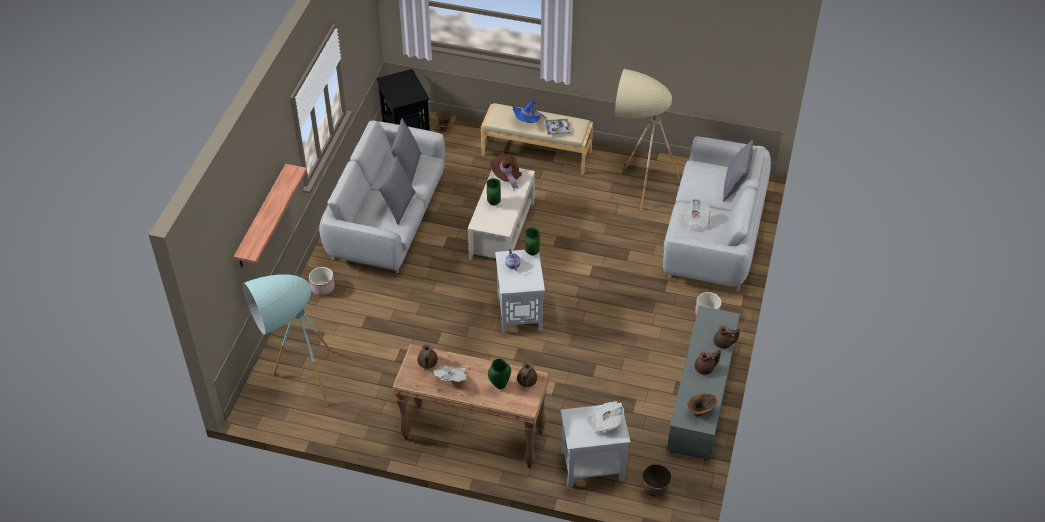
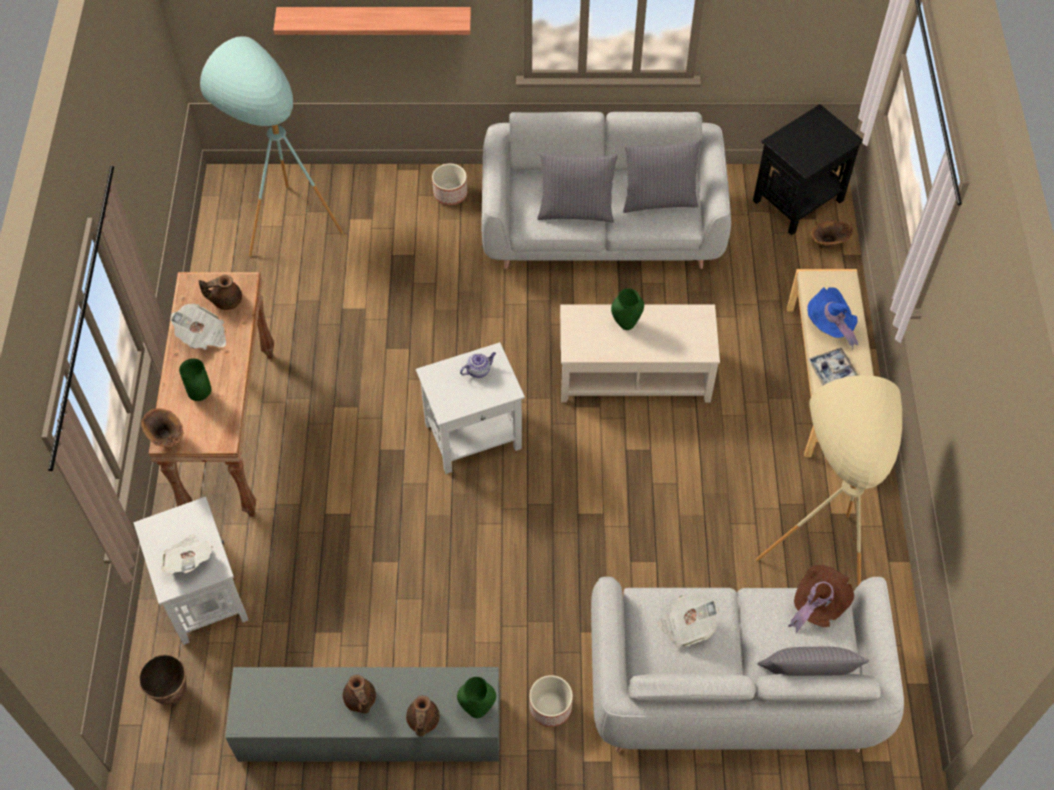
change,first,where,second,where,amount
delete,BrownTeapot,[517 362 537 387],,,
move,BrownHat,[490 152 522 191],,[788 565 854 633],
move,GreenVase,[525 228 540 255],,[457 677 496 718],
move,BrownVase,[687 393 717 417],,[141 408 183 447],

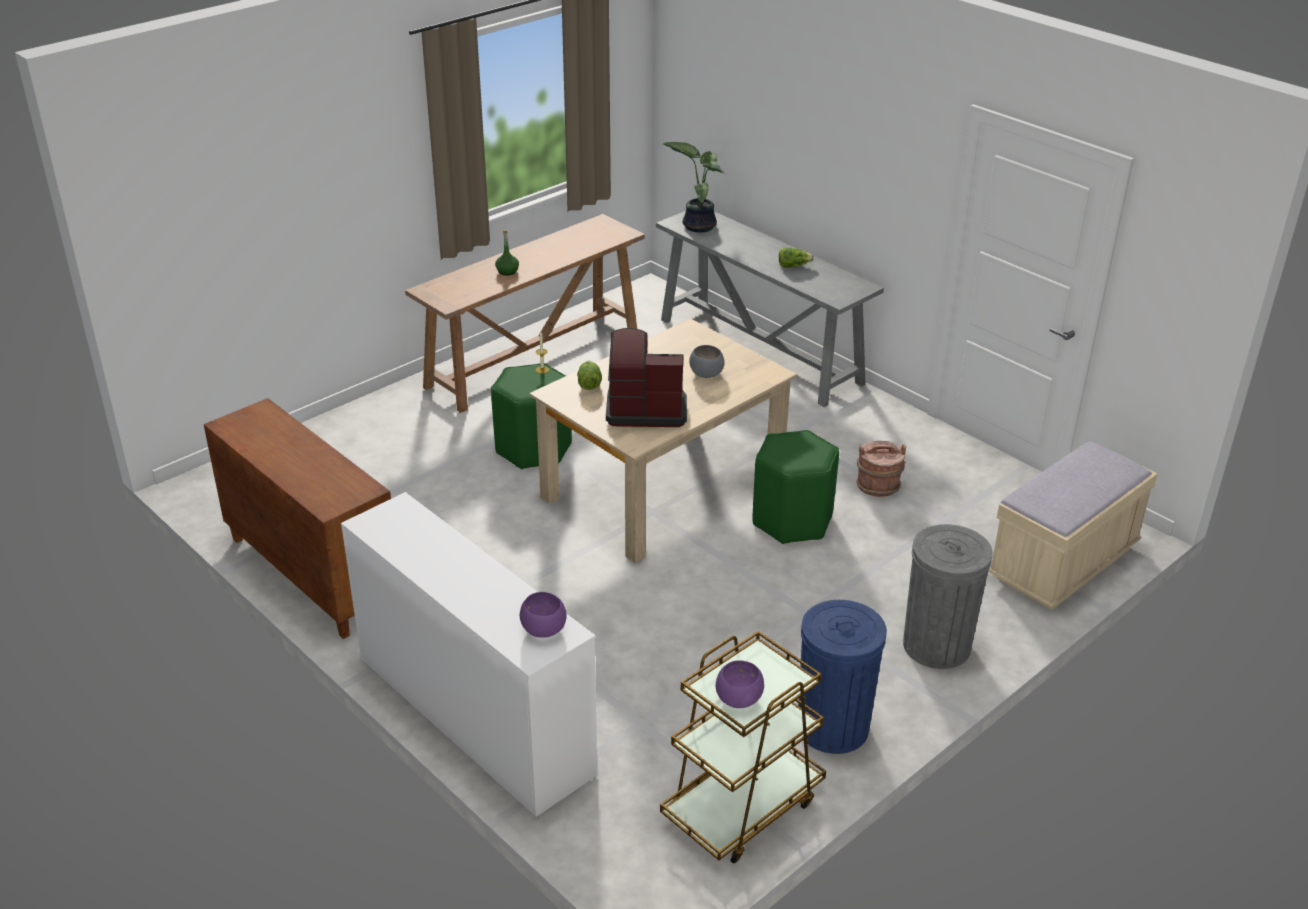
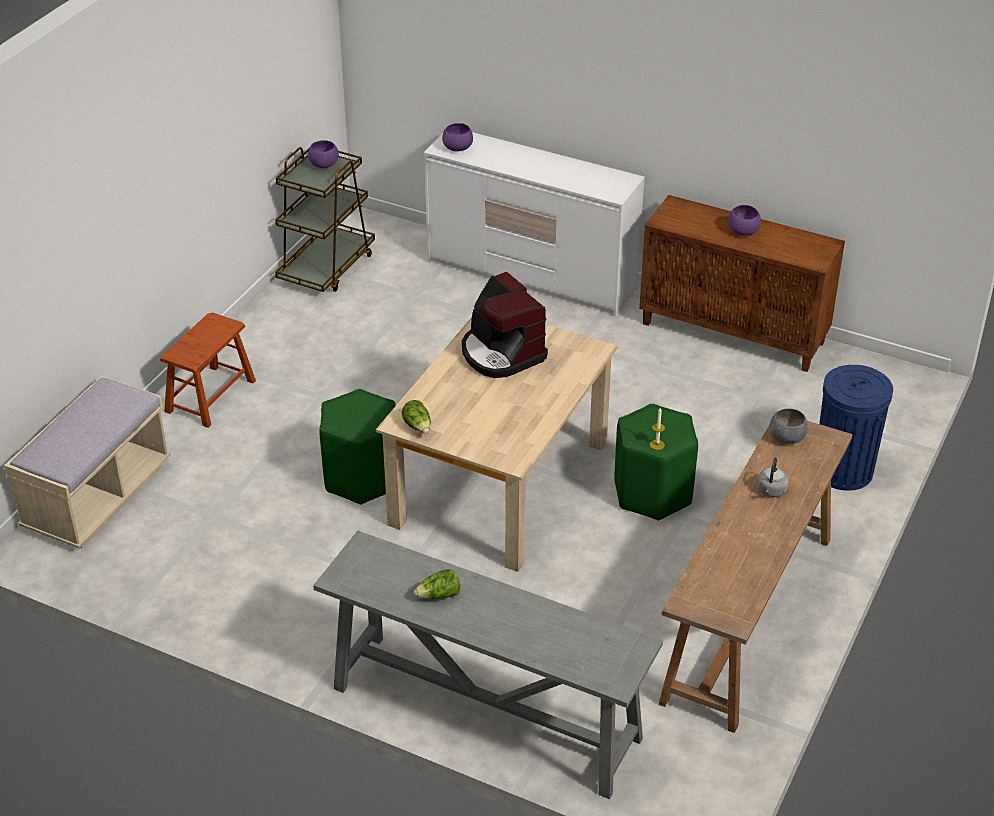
change,first,where,second,where,amount
delete,PottedPlant,[663 142 725 233],,,
delete,BrownBucket,[856 441 906 497],,,
insert,,,PurpleBowl,[729 205 761 236],
move,Lettuce,[577 361 602 390],,[402 400 431 434],
move,GreyBowl,[689 345 725 378],,[770 408 808 444],
move,BlueTrashCan,[798 600 887 754],,[819 365 893 491],
replace,GreenBottle,[495 230 519 276],GreyKettle,[757 458 789 497],
replace,GreyTrashCan,[903 524 993 669],BrownStool,[160 313 256 428],
rotate,CoffeeMachine,[606 328 687 427],,[462 272 548 378],75 degrees clockwise

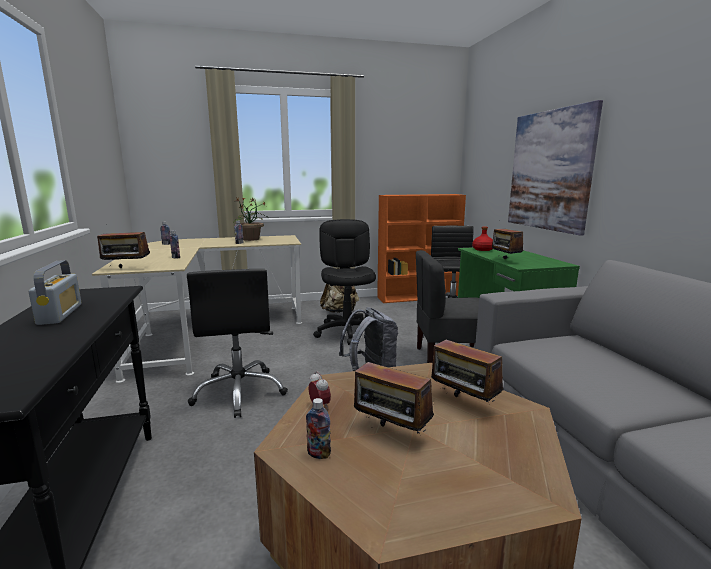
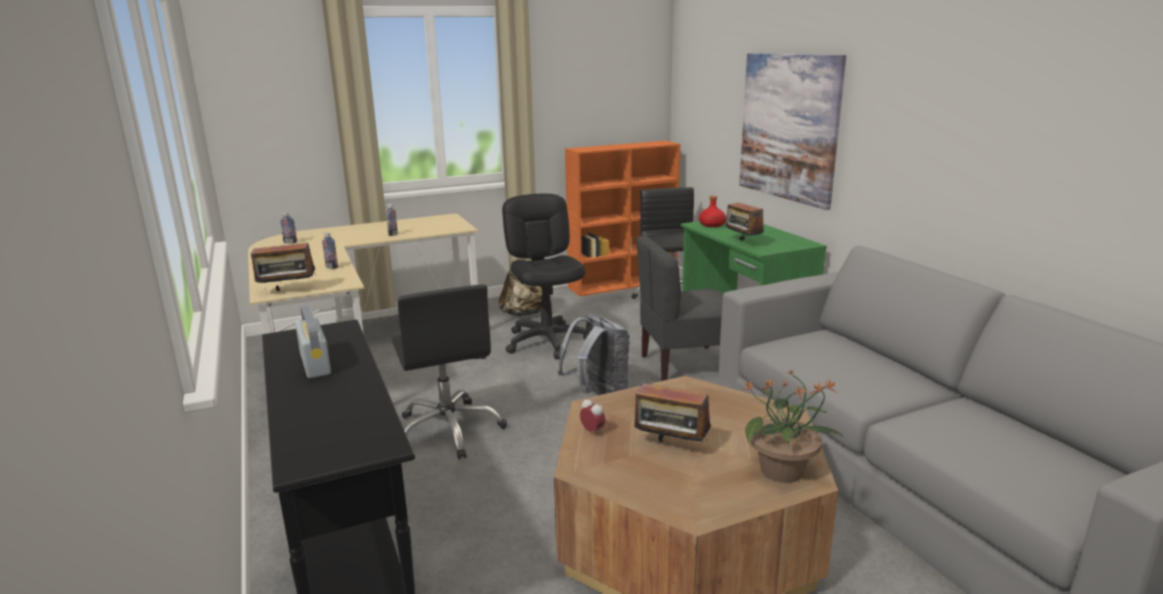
change,first,where,second,where,amount
delete,Bottle,[306 398 331 459],,,
delete,Radio,[431 332 504 402],,,
move,PottedPlant,[233 197 268 241],,[740 369 844 483],

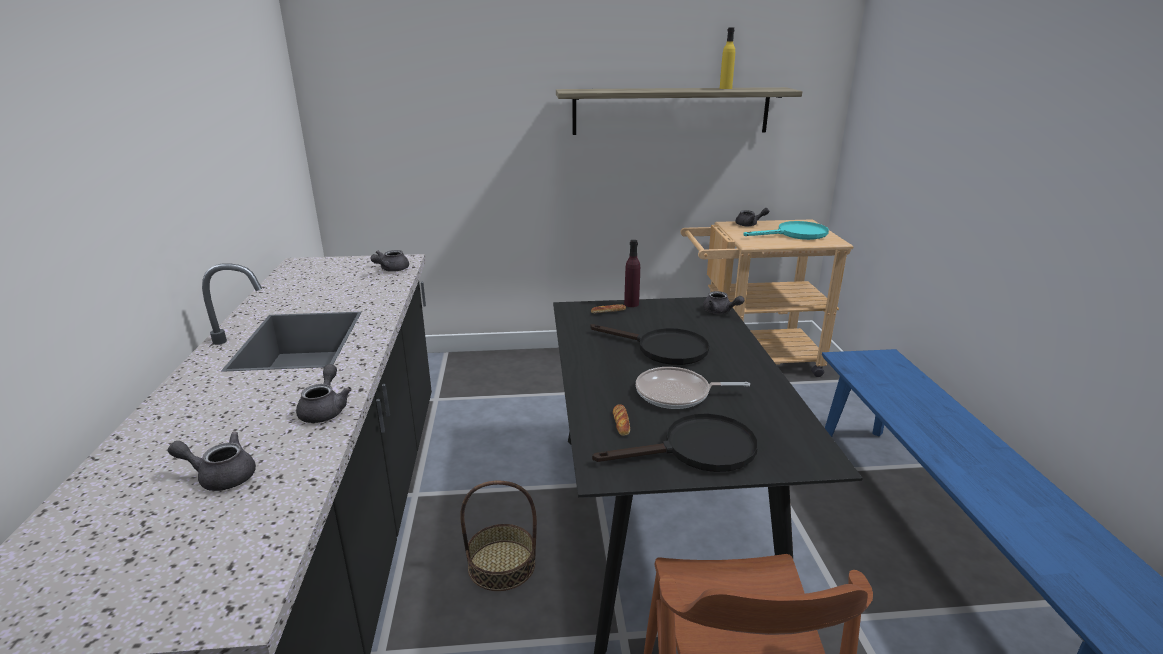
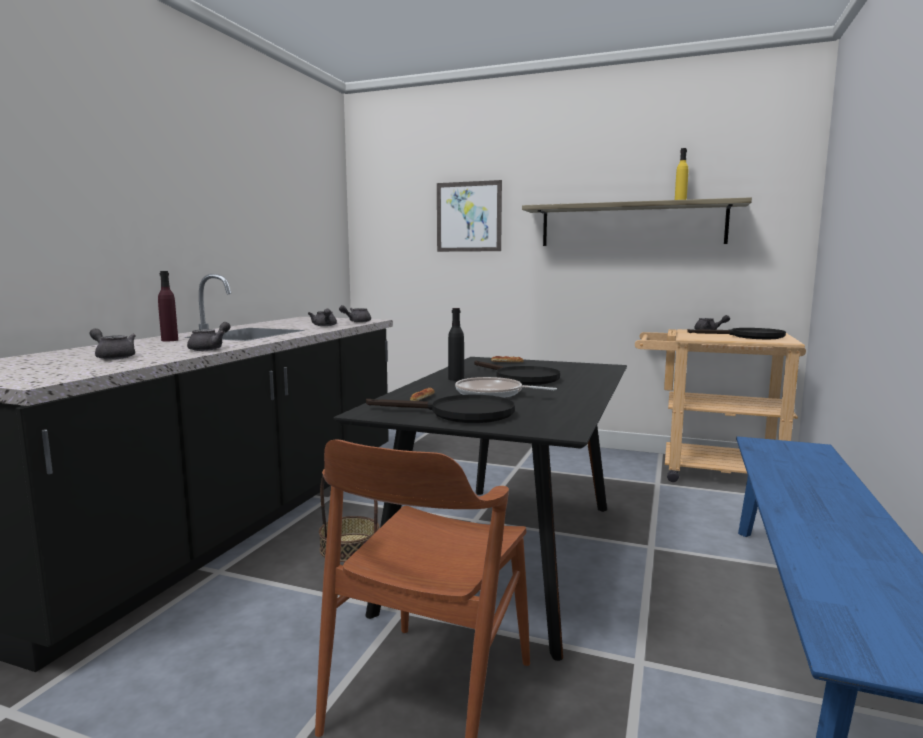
change,first,where,second,where,amount
insert,,,Picture,[437 180 502 252],
insert,,,BlackBottle,[448 308 464 381],
move,PurpleBottle,[624 240 640 307],,[158 271 178 342],
move,GreyTeapot,[703 291 744 314],,[308 309 337 326],
recolor,TurquoiseFryingPan,[743 221 829 240],BlackFryingPan,[687 328 786 339],

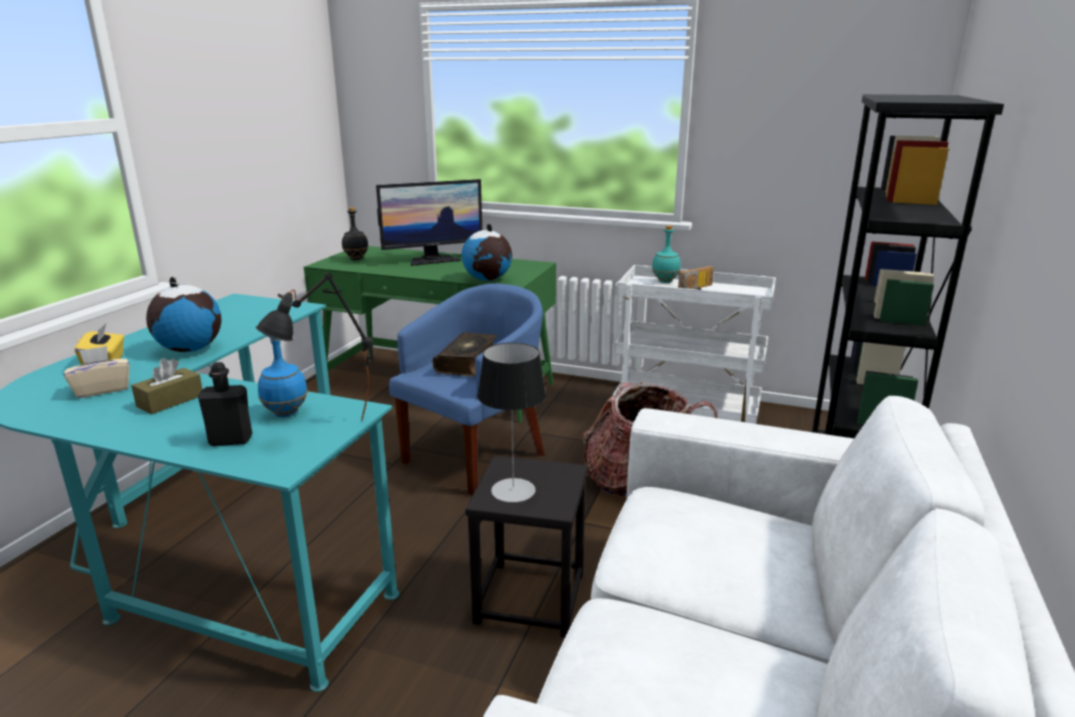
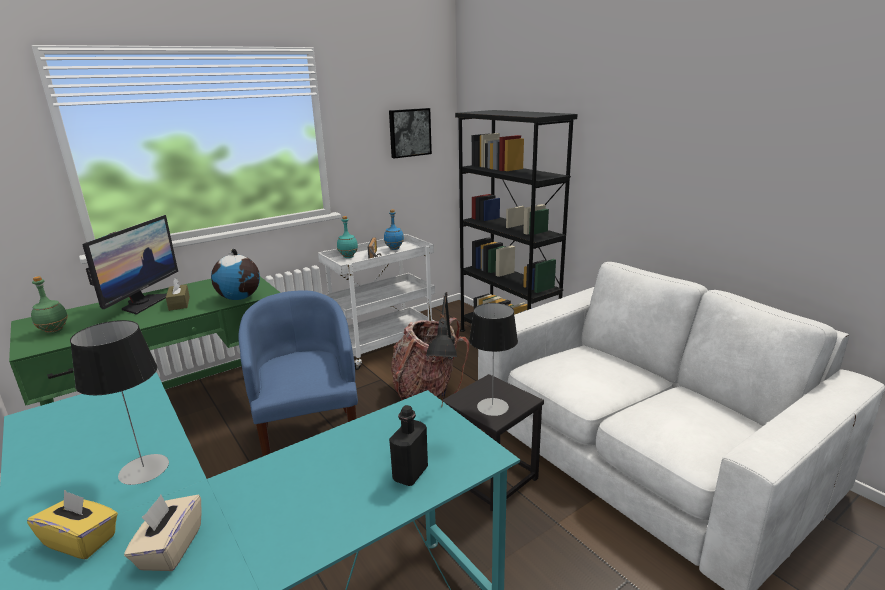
change,first,where,second,where,amount
delete,Book,[433 332 497 377],,,
insert,,,Picture,[389 108 432 159],
move,BrownTissueBox,[131 358 203 414],,[166 278 190 311],
move,BlueBottle,[258 335 308 417],,[384 209 404 250],
replace,Globe,[146 277 222 352],TableLamp,[70 320 169 485],
recolor,BlackBottle,[342 207 368 260],GreenBottle,[31 276 68 334],

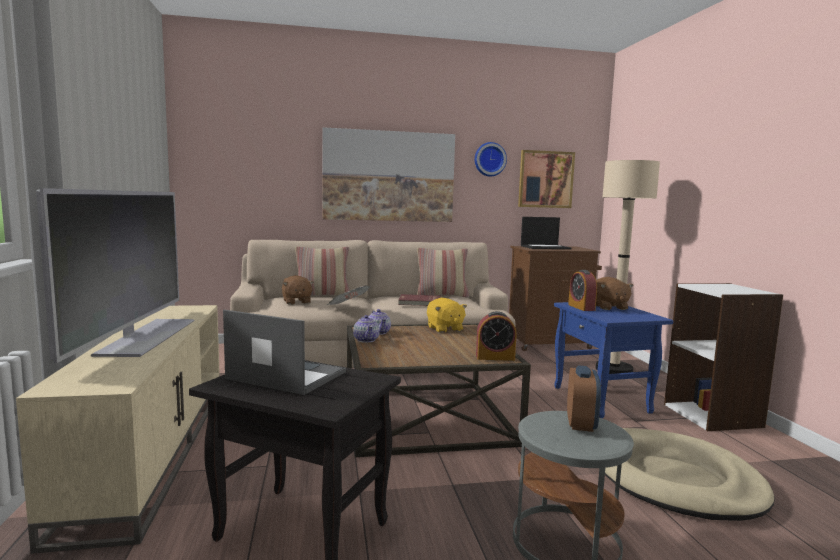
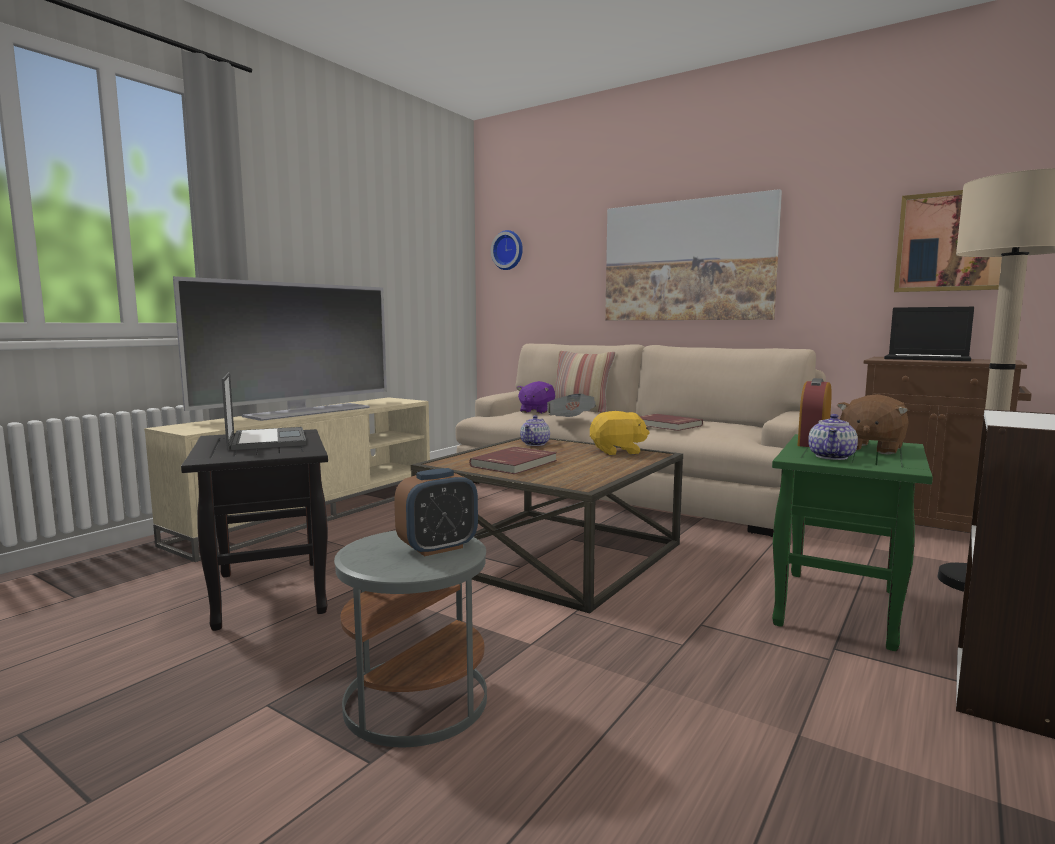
change,first,where,second,where,amount
delete,Pillow,[417 248 469 298],,,
delete,AlarmClock,[476 311 517 361],,,
delete,BeigeDogBed,[605 428 775 521],,,
insert,,,RedBook,[470 447 557 474],
move,Teapot,[353 315 380 343],,[808 414 858 460],
move,WallClock,[475 142 507 177],,[491 230 523 270],
recolor,BrownPlushToy,[282 275 314 305],PurplePlushToy,[517 381 555 414],
recolor,BlueSideTable,[554 302 674 418],GreenSideTable,[772 434 933 651],
rotate,YellowPlushToy,[427 298 467 333],,[590 411 650 455],120 degrees counterclockwise

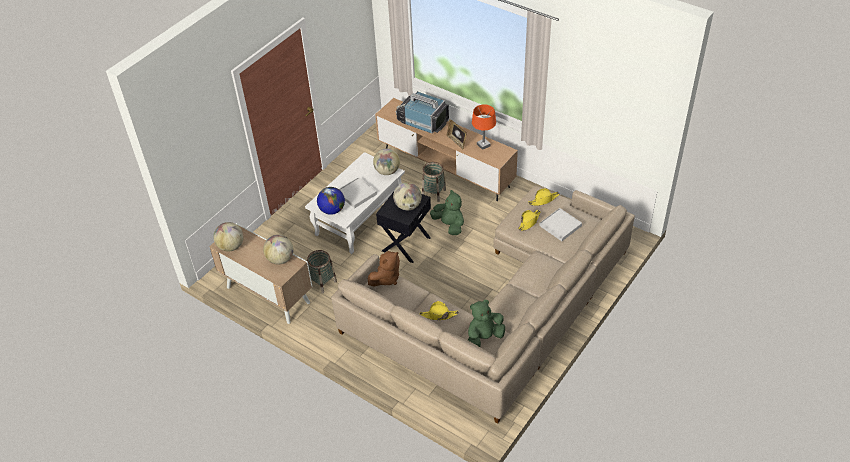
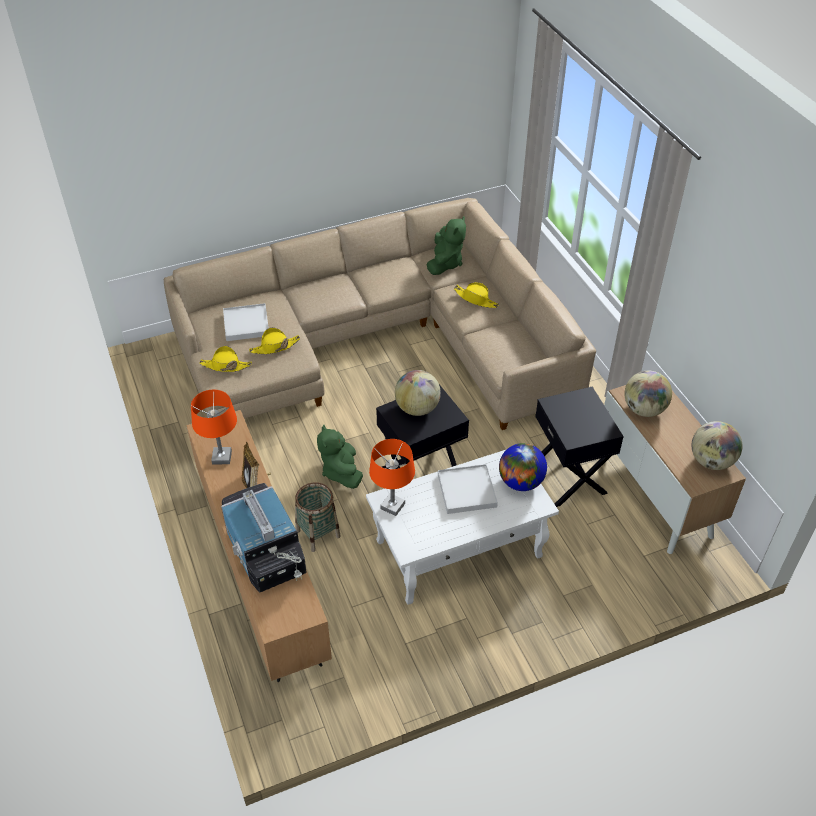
change,first,where,second,where,amount
delete,BrownPlushToy,[368 251 400 286],,,
replace,Basket,[307 250 337 293],BlackSideTable,[535 387 624 507],
replace,Globe,[373 149 400 175],OrangeTableLamp,[369 439 415 516],
rotate,GreenPlushToy,[468 300 505 347],,[426 216 466 275],75 degrees counterclockwise

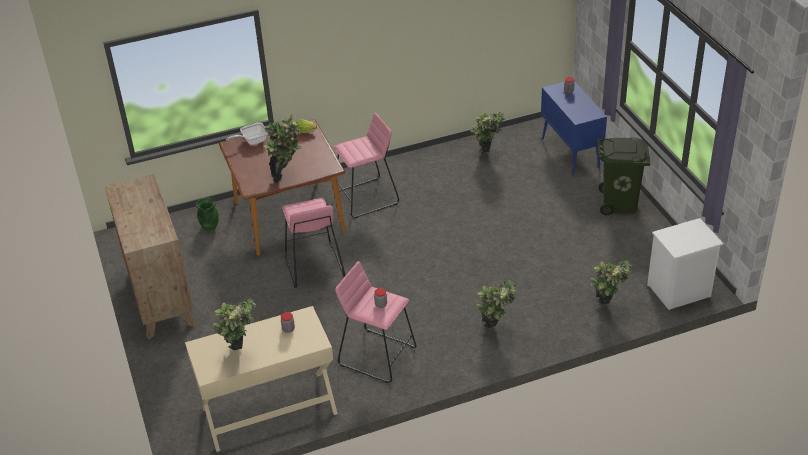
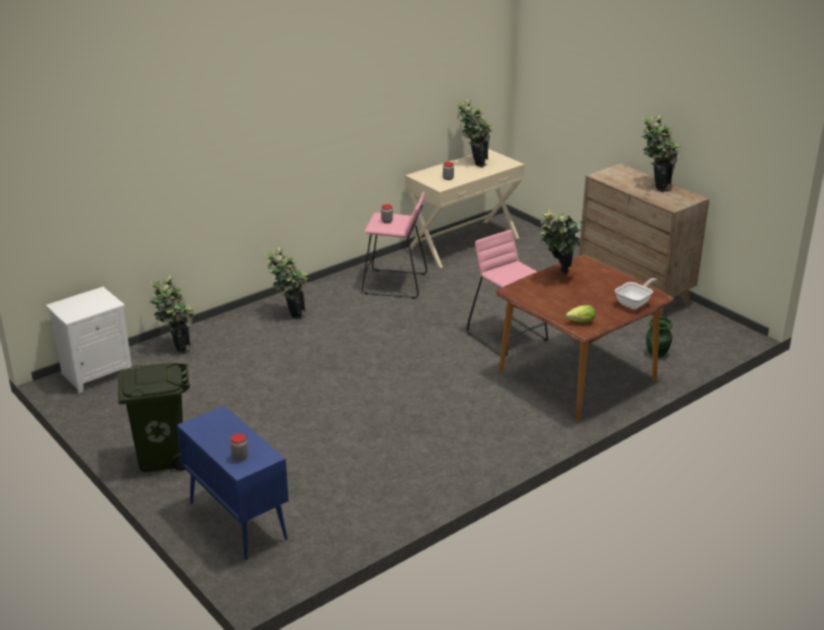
change,first,where,second,where,amount
delete,PinkStool,[333 112 399 218],,,
move,PottedPlant,[470 112 505 153],,[641 115 681 192],

